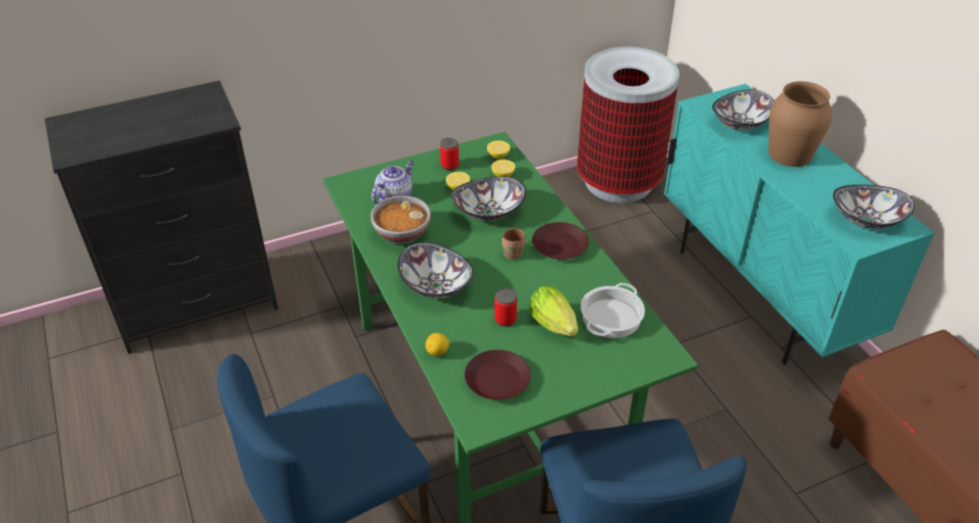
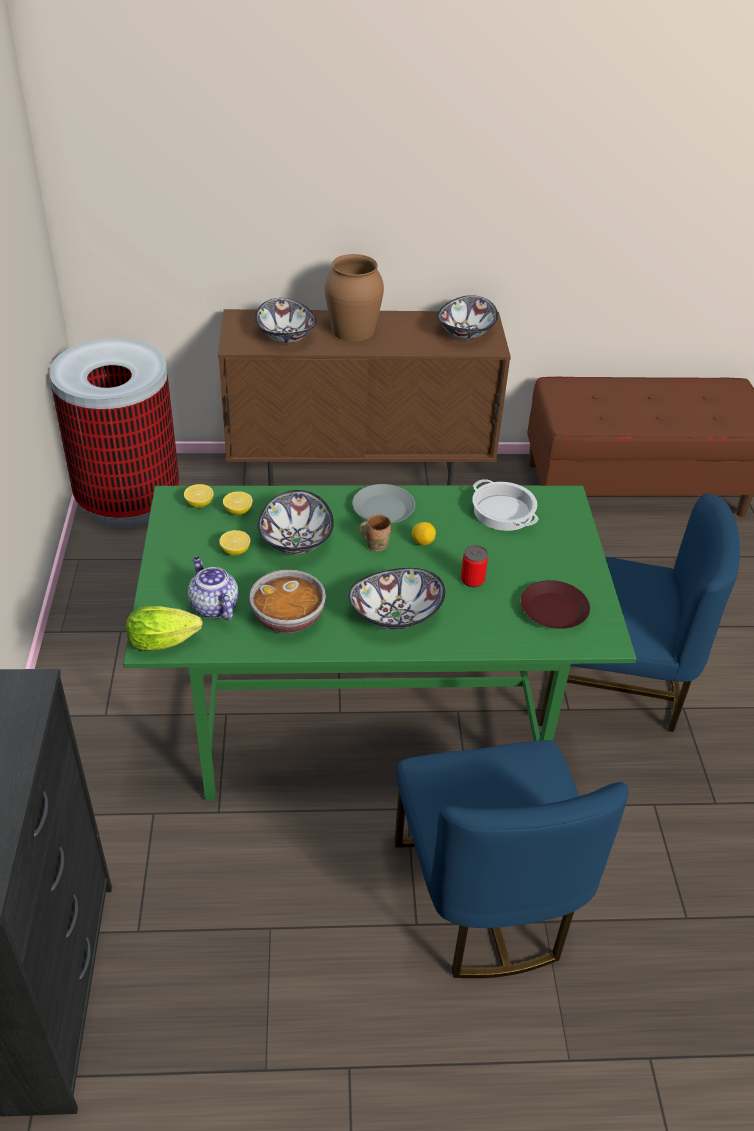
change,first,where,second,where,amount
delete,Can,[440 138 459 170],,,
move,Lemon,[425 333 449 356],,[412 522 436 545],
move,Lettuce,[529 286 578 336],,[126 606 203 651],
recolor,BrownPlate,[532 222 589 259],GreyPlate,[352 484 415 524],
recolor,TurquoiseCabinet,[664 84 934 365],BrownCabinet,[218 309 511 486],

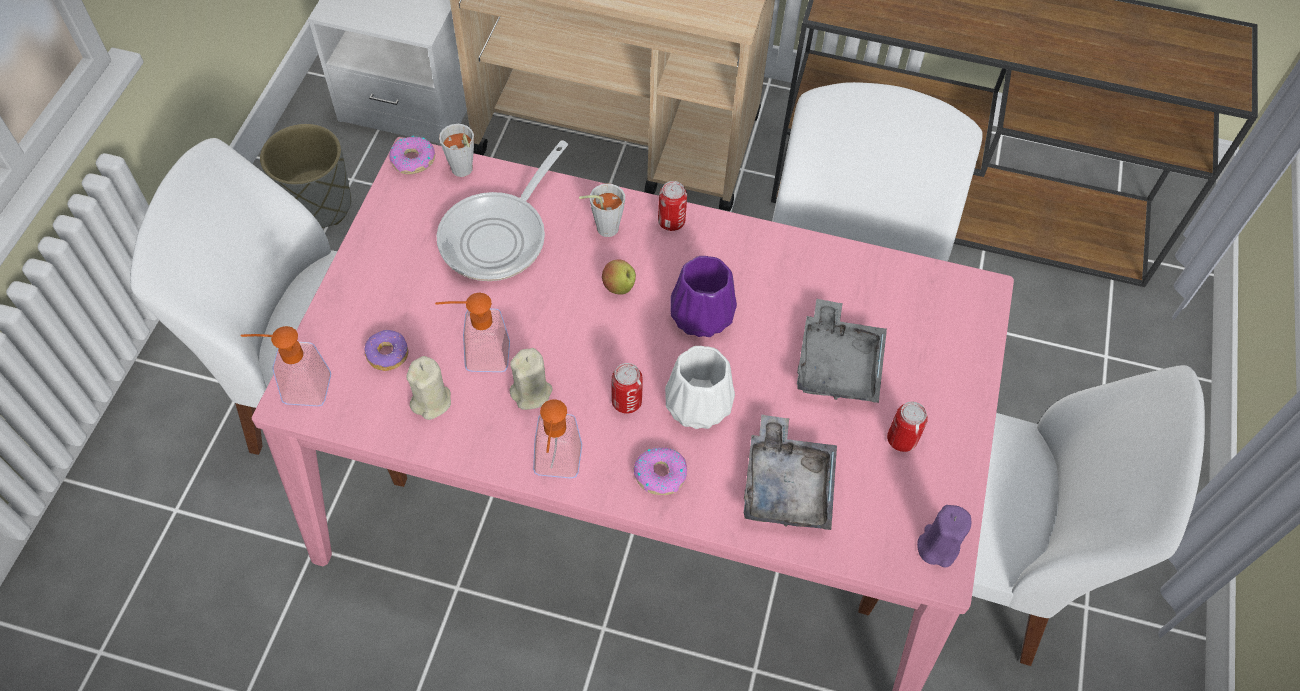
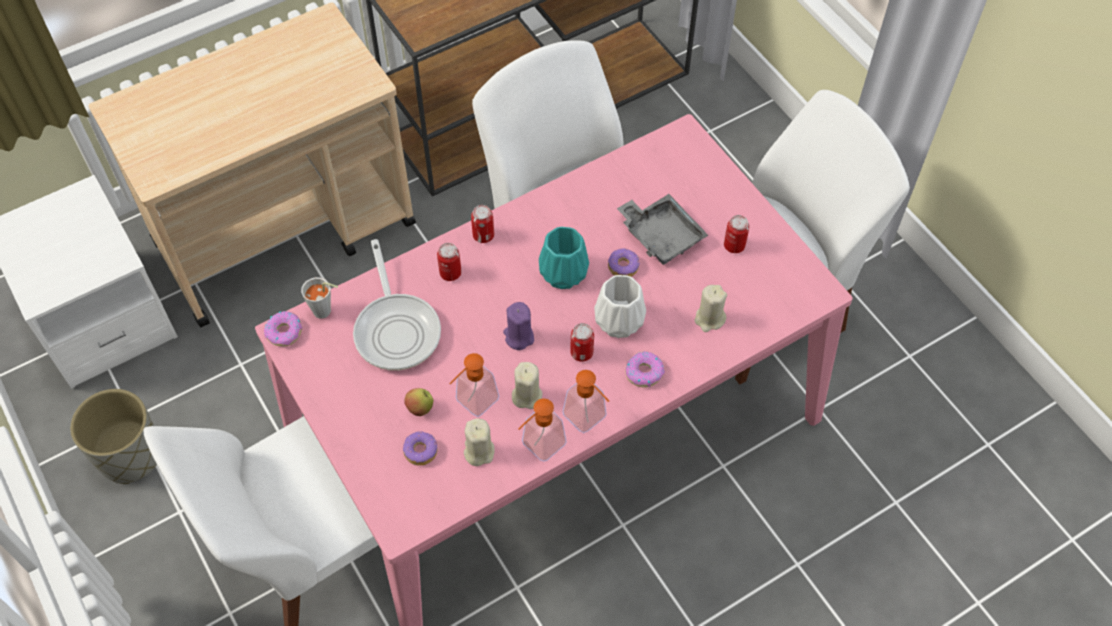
change,first,where,second,where,amount
insert,,,Donut,[608 249 640 277],
move,SoapDispenser,[241 326 331 406],,[518 398 567 462],
move,Apple,[602 260 636 295],,[404 388 433 416],
move,PurpleCandle,[917 505 971 567],,[503 302 534 350],
replace,GreyCup,[579 183 625 237],Can,[437 243 462 281],
replace,GreyTray,[744 415 837 530],BeigeCandle,[695 285 727 332],
recolor,PurpleVase,[671 256 737 337],TurquoiseVase,[539 227 589 289],

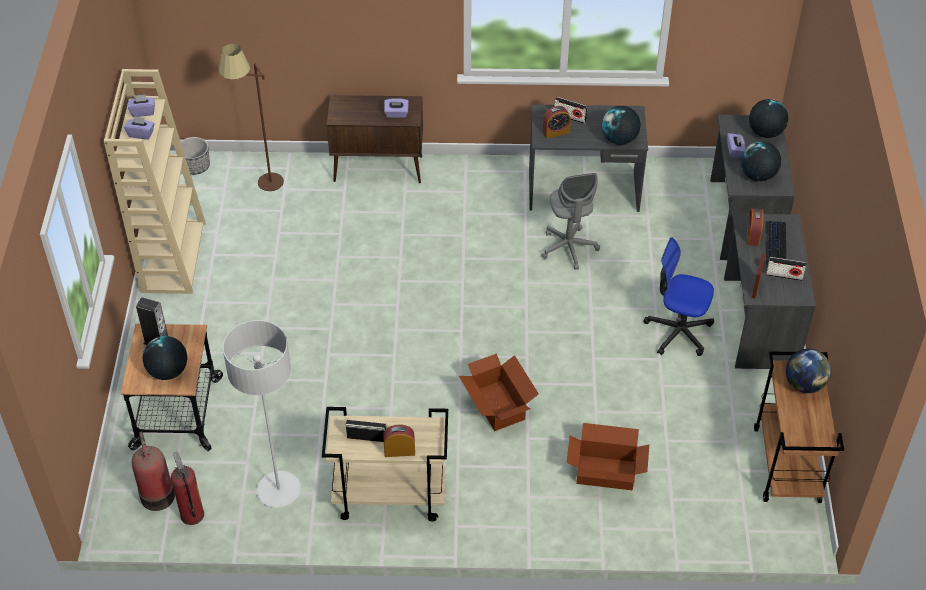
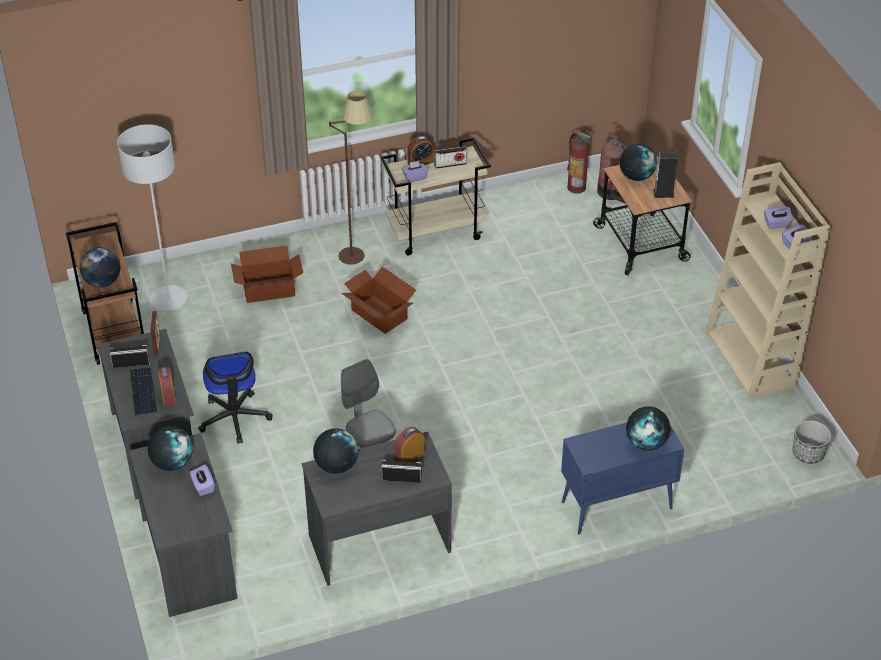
change,first,where,second,where,amount
move,BrownFloorLamp,[218 44 284 191],,[329 91 373 265],
move,GreyFloorLamp,[223 320 301 508],,[117 124 188 311],
move,PurpleTissueBox,[384 98 409 118],,[402 161 429 182],
move,Globe,[749 99 788 138],,[626 406 671 451],
recolor,BrownCabinet,[327 95 423 183],BlueCabinet,[561 422 684 535],
rotate,OfficeChair,[643 237 714 356],,[198 351 273 444],75 degrees clockwise

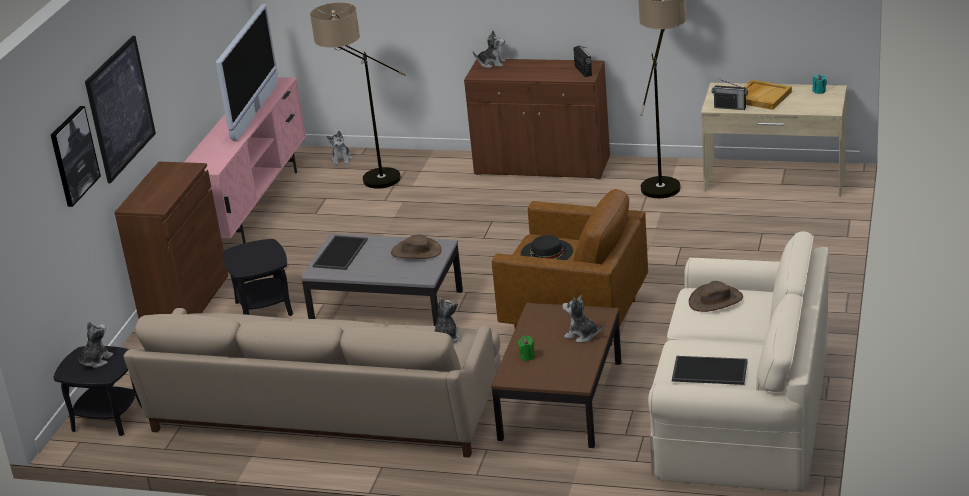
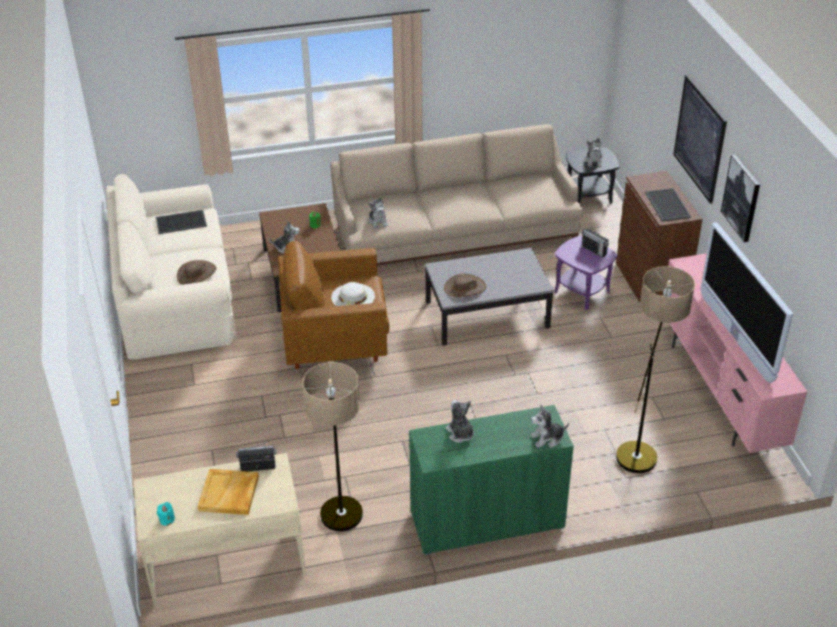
change,first,where,second,where,amount
move,Picture,[51 106 101 207],,[721 155 760 242],
move,Tray,[313 235 368 270],,[645 188 691 221],
move,PlushToy,[327 131 352 165],,[446 400 474 443],
move,Radio,[573 46 592 77],,[582 226 609 258],
recolor,BlackSideTable,[223 239 293 316],PurpleSideTable,[554 236 617 310],
recolor,BrownCabinet,[464 59 610 179],GreenCabinet,[409 405 574 555],
recolor,BlackHat,[521 235 573 260],WhiteHat,[331 282 375 306],

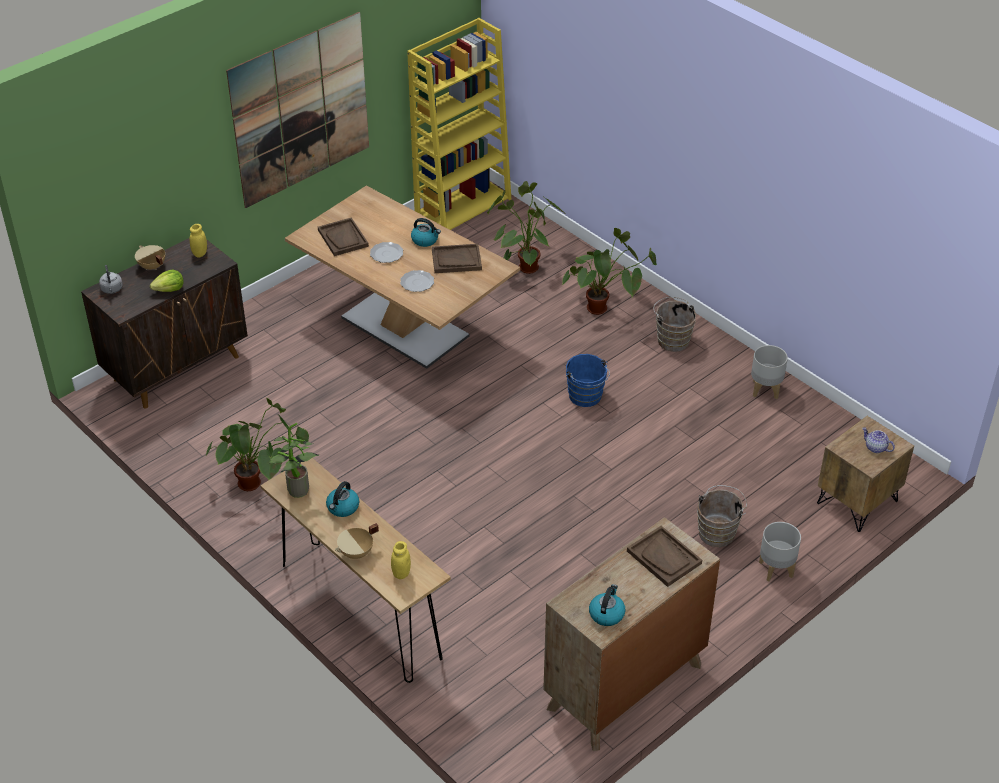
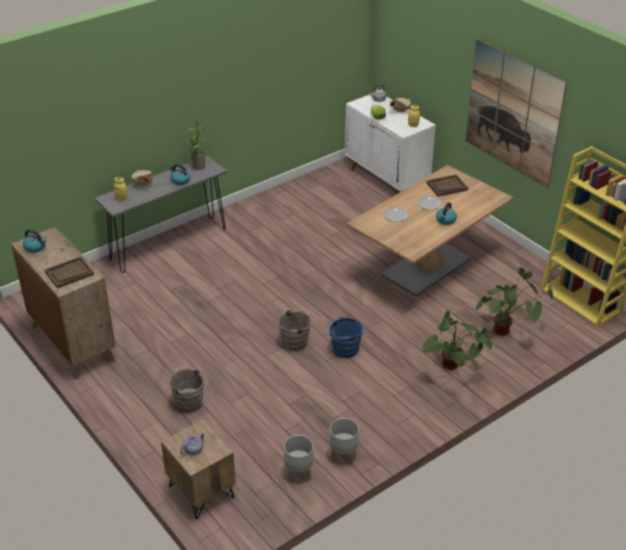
change,first,where,second,where,amount
delete,PottedPlant,[205 398 309 491],,,
delete,BrownTray,[432 244 482 273],,,
move,BrownBucket,[653 297 696 352],,[278 310 315 351],
move,GreyPlanter,[759 522 801 582],,[284 435 314 483],
recolor,BrownCabinet,[81 238 248 409],WhiteCabinet,[345 93 436 195],
recolor,BrownConsoleTable,[260 458 451 683],GreyConsoleTable,[94 155 228 273],

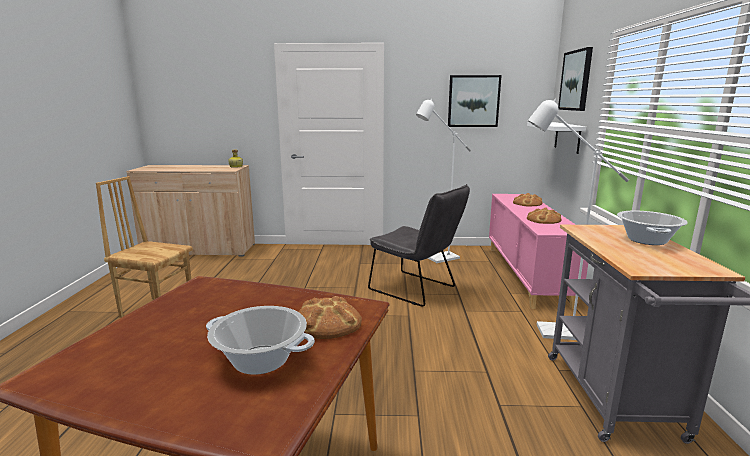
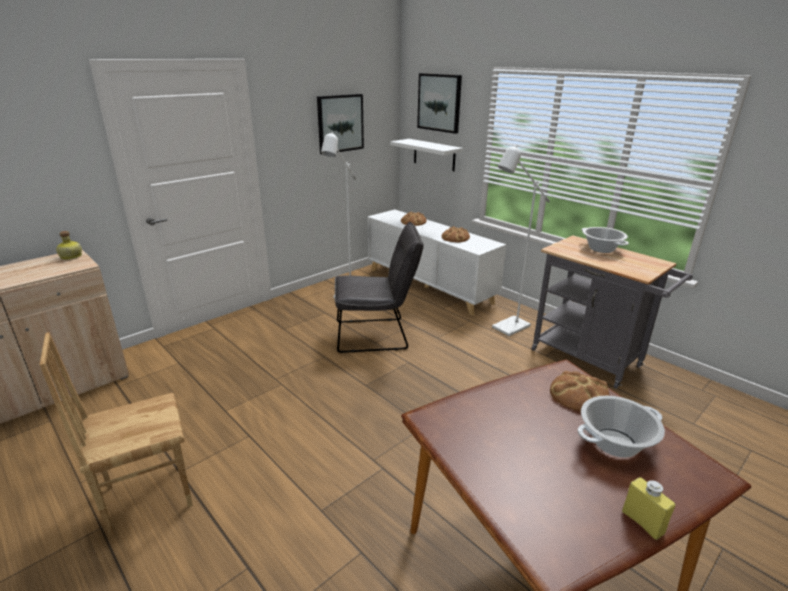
change,first,where,second,where,amount
insert,,,YellowBottle,[622 477 675 540],
recolor,PinkCabinet,[489 194 588 309],WhiteCabinet,[367 209 507 316],

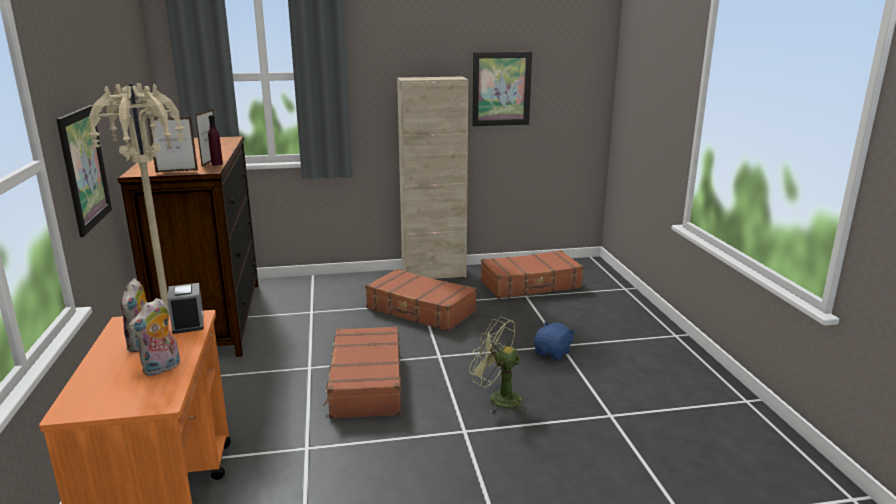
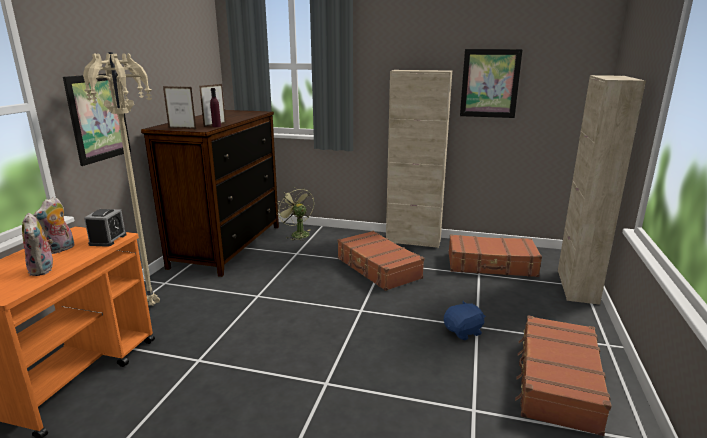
change,first,where,second,where,amount
insert,,,BeigeCabinet,[558 75 646 305],
move,BrownSuitcase,[323 326 402 419],,[515 315 611 436],
move,GreenFan,[469 317 526 415],,[276 187 314 241],
rotate,PlushToy,[129 298 180 376],,[22 213 53 276],90 degrees counterclockwise

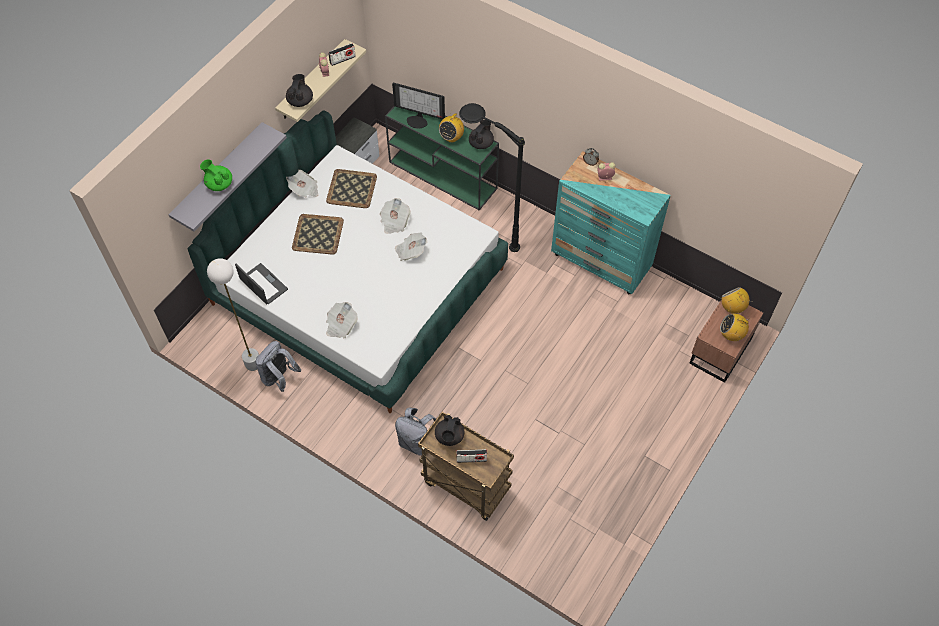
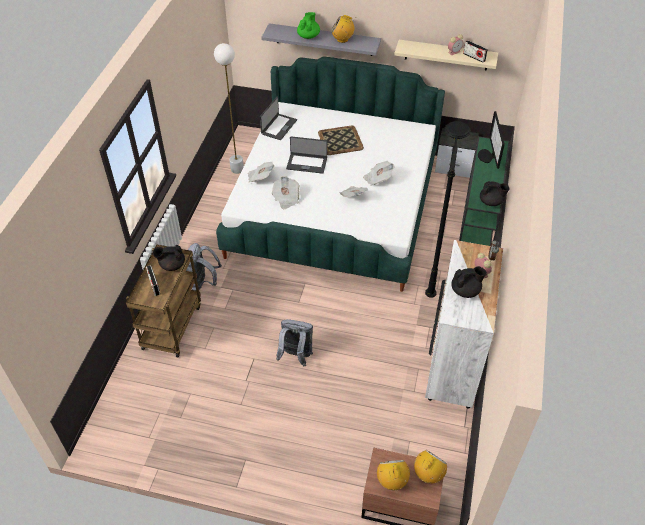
change,first,where,second,where,amount
delete,Tray,[326 169 377 208],,,
insert,,,Laptop,[286 136 327 174],
move,GreyBackpack,[255 341 301 392],,[276 319 313 367],
move,BlackTeapot,[286 74 313 107],,[451 266 487 298],
move,Newspaper,[286 170 318 197],,[272 176 300 209],
move,Radio,[439 110 464 142],,[331 15 354 43],
recolor,TurquoiseDresser,[551 151 671 294],WhiteDresser,[425 240 503 409],

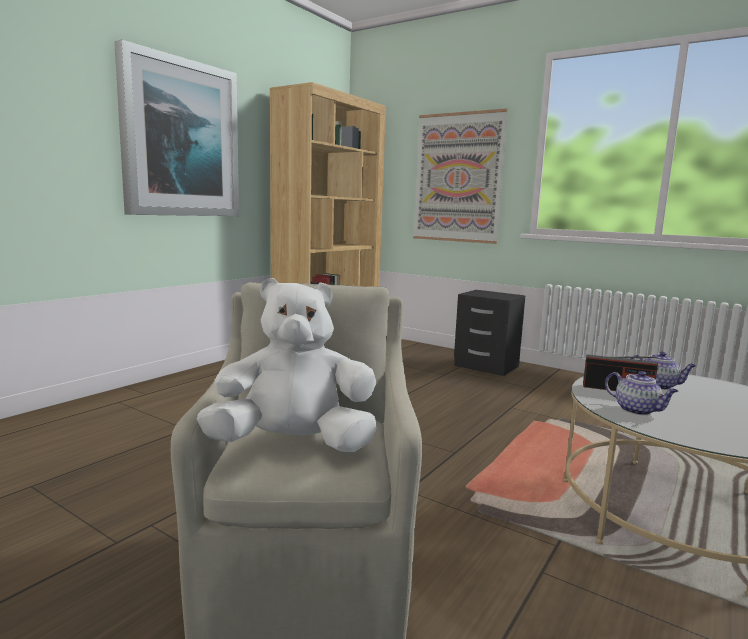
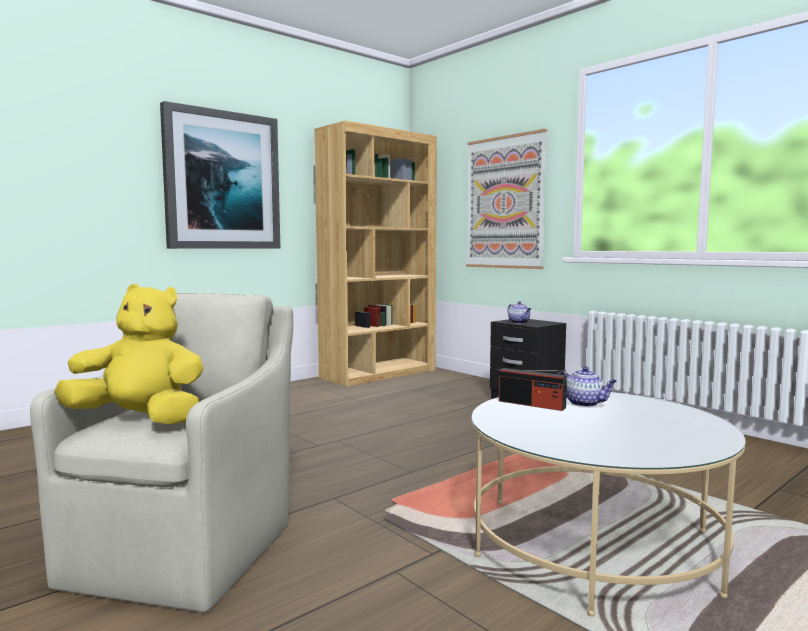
change,first,where,second,where,amount
move,Teapot,[605 371 678 415],,[508 301 531 324],
recolor,WhitePlushToy,[197 278 377 452],YellowPlushToy,[54 284 203 424],

